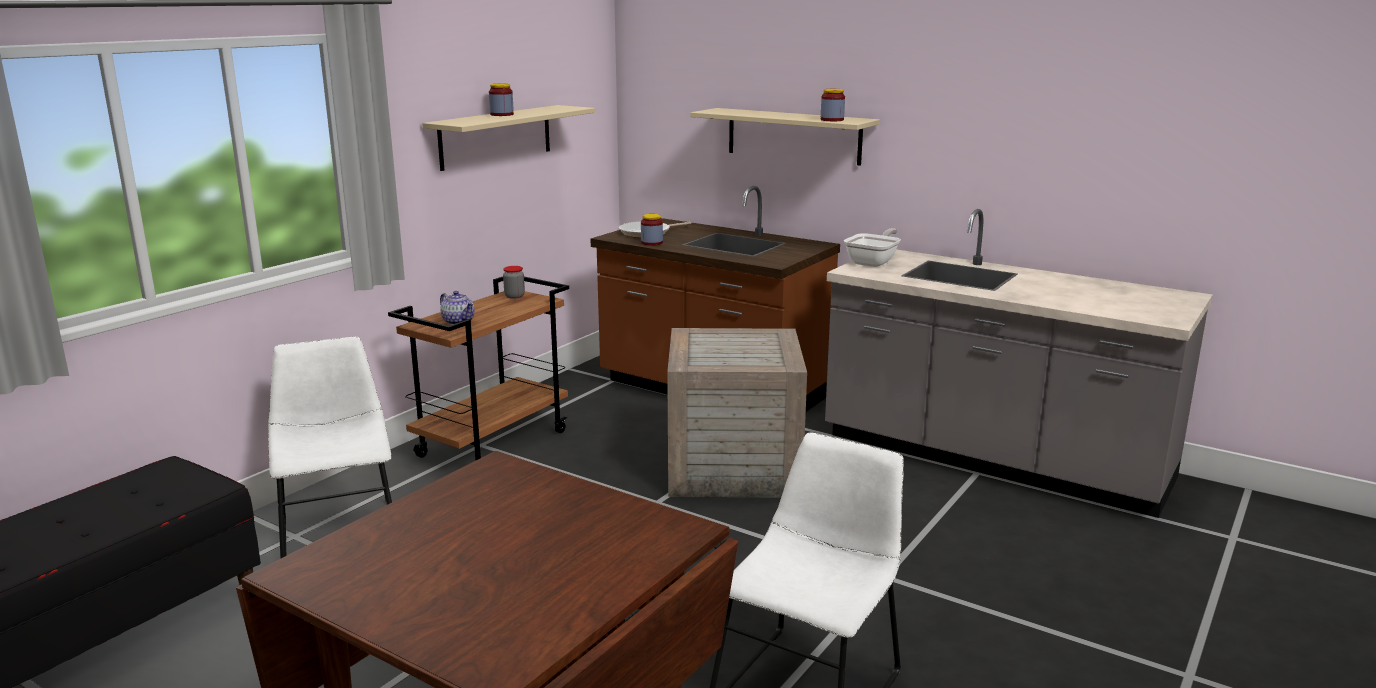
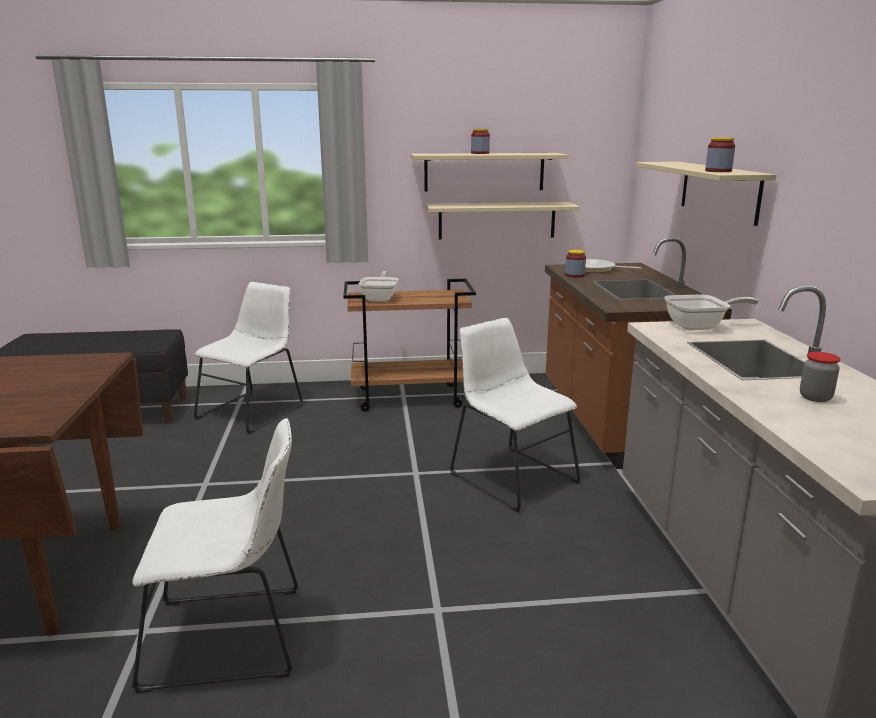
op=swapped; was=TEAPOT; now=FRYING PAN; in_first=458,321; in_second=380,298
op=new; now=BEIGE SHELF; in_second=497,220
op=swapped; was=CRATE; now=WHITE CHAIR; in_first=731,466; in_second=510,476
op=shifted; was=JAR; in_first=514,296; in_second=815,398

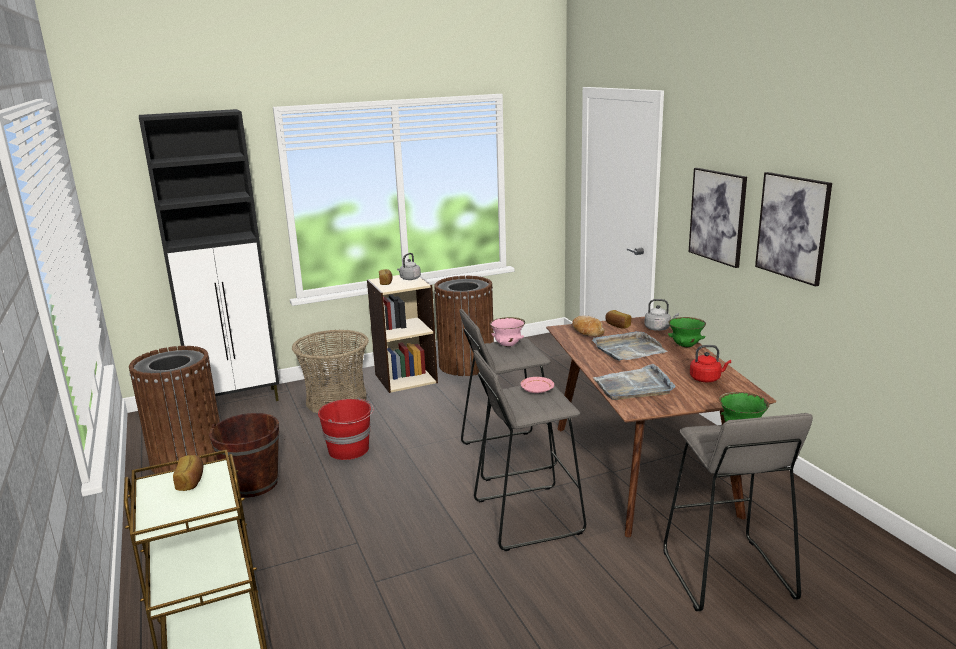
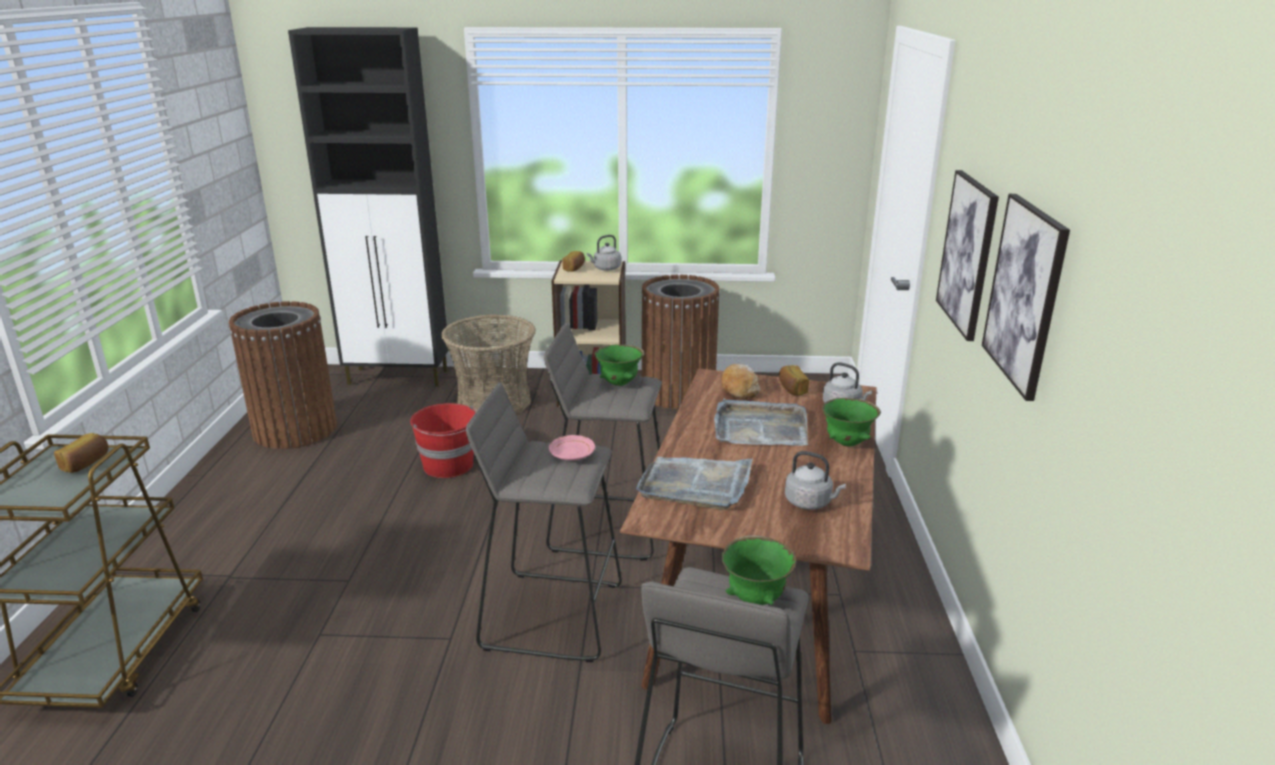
op=repainted; was=PINK BOWL; now=GREEN BOWL; in_first=508,345; in_second=619,383
op=repainted; was=RED KETTLE; now=GREY KETTLE; in_first=706,379; in_second=810,502
op=gone; was=BROWN BUCKET; in_first=253,484

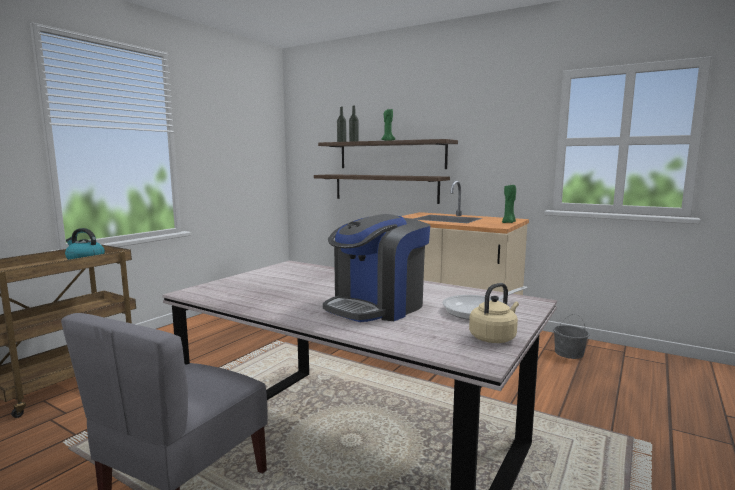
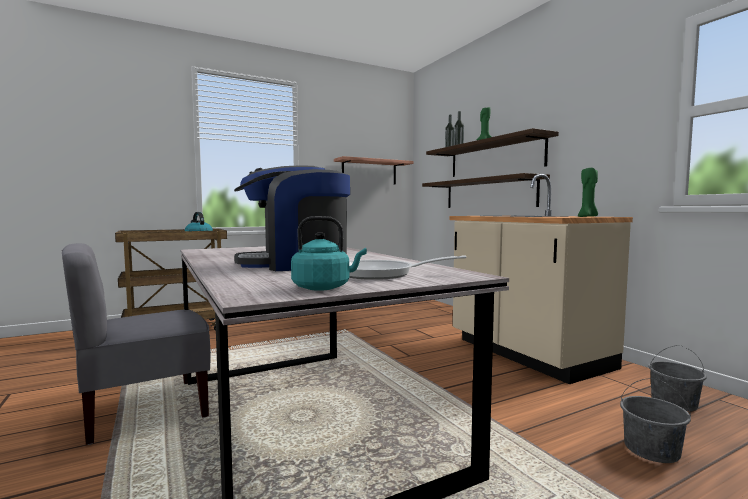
op=repainted; was=BEIGE KETTLE; now=TURQUOISE KETTLE; in_first=494,338; in_second=324,287
op=new; now=SHELF; in_second=369,172
op=new; now=GREY BUCKET; in_second=652,450

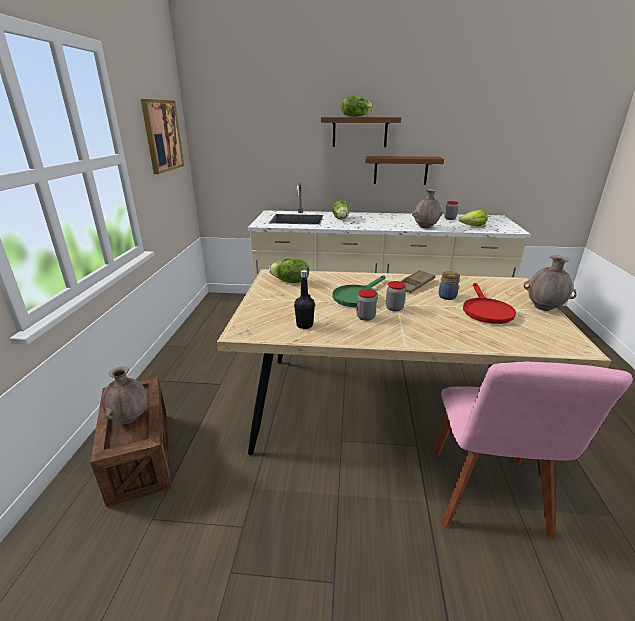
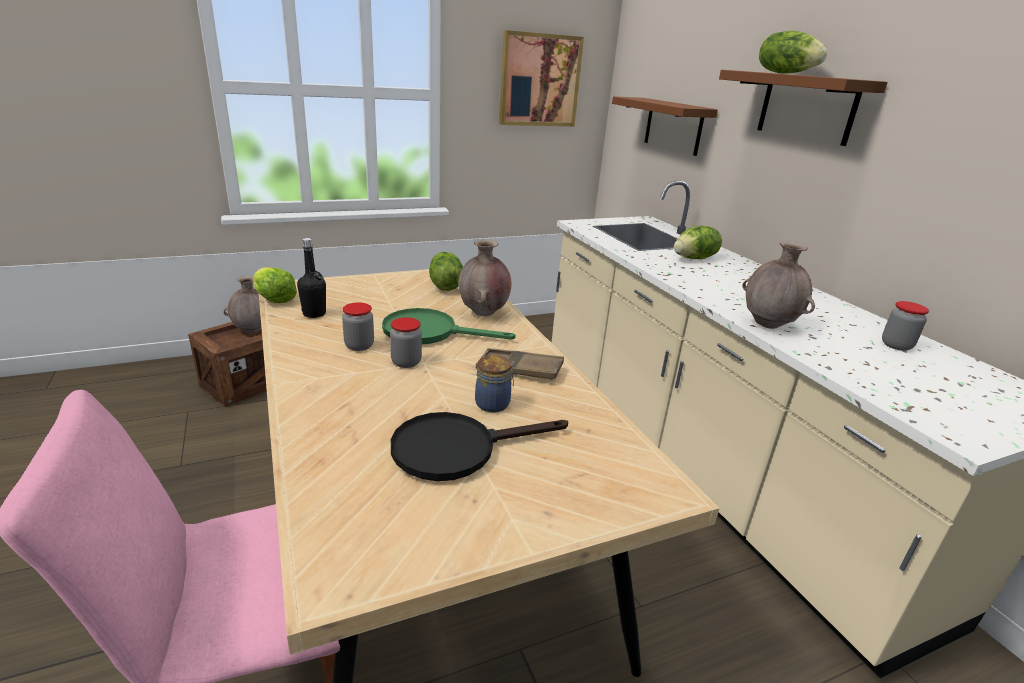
op=shifted; was=LETTUCE; in_first=473,226; in_second=273,298
op=repainted; was=RED FRYING PAN; now=BLACK FRYING PAN; in_first=485,310; in_second=457,448
op=shifted; was=BROWN VASE; in_first=544,308; in_second=483,313
op=shifted; was=BROWN SHELF; in_first=400,170; in_second=673,126

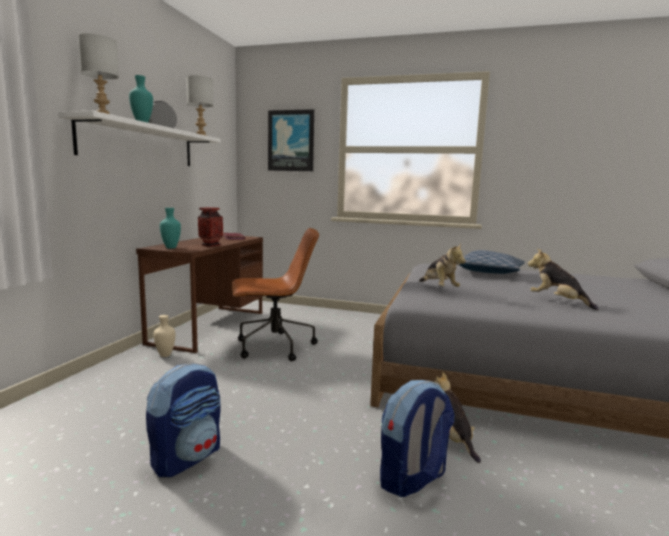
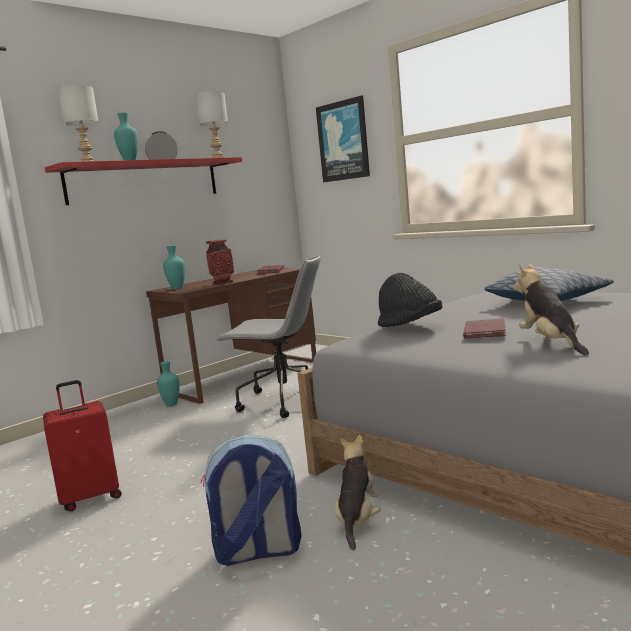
op=swapped; was=BACKPACK; now=RED SUITCASE; in_first=187,457; in_second=90,498
op=repainted; was=WHITE SHELF; now=RED SHELF; in_first=140,144; in_second=145,181
op=repainted; was=BEIGE VASE; now=TURQUOISE VASE; in_first=165,355; in_second=172,404
op=repainted; was=BROWN OFFICE CHAIR; now=GREY OFFICE CHAIR; in_first=273,347; in_second=283,401
op=swapped; was=PLUSH TOY; now=BLACK HAT; in_first=438,288; in_second=410,326
op=new; now=RED BOOK; in_second=485,332

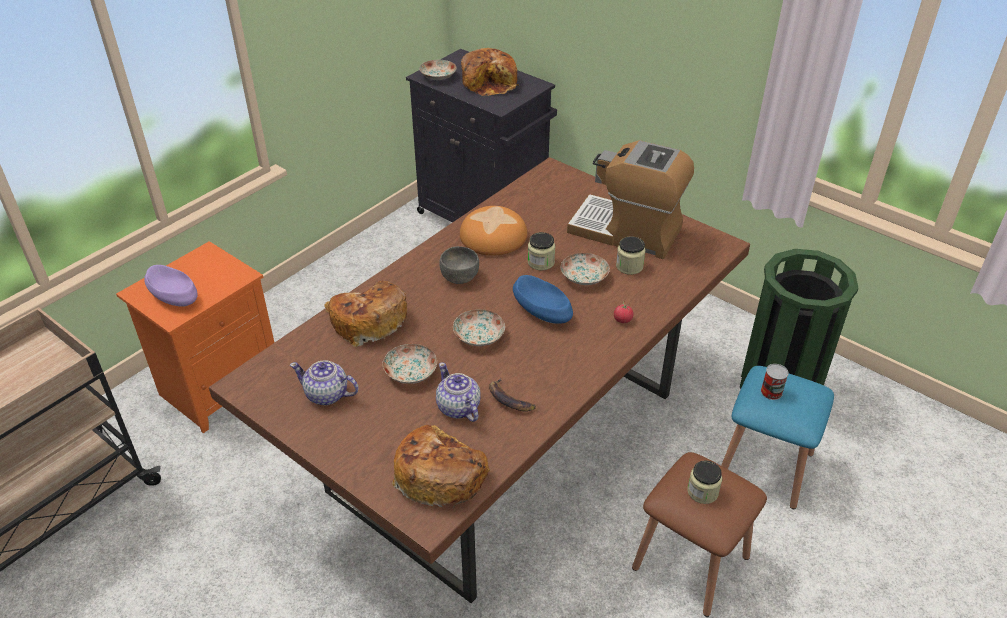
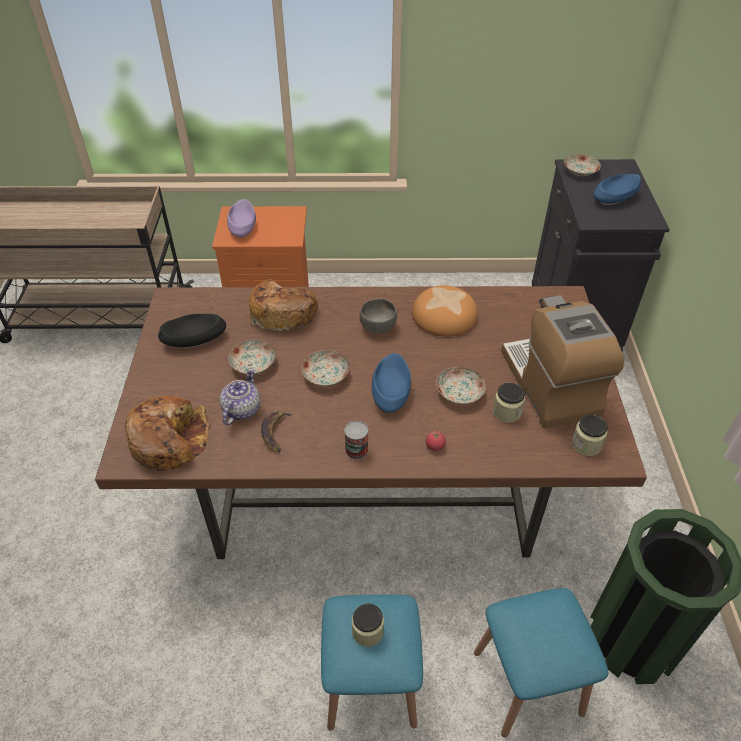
op=swapped; was=TEAPOT; now=BLACK BOWL; in_first=327,395; in_second=194,340
op=repainted; was=BROWN STOOL; now=BLUE STOOL; in_first=690,562; in_second=371,683
op=shifted; was=CAN; in_first=771,392; in_second=356,450
op=shifted; was=JAR; in_first=541,262; in_second=586,444
op=swapped; was=BREAD; now=BLUE BOWL; in_first=490,82; in_second=614,198

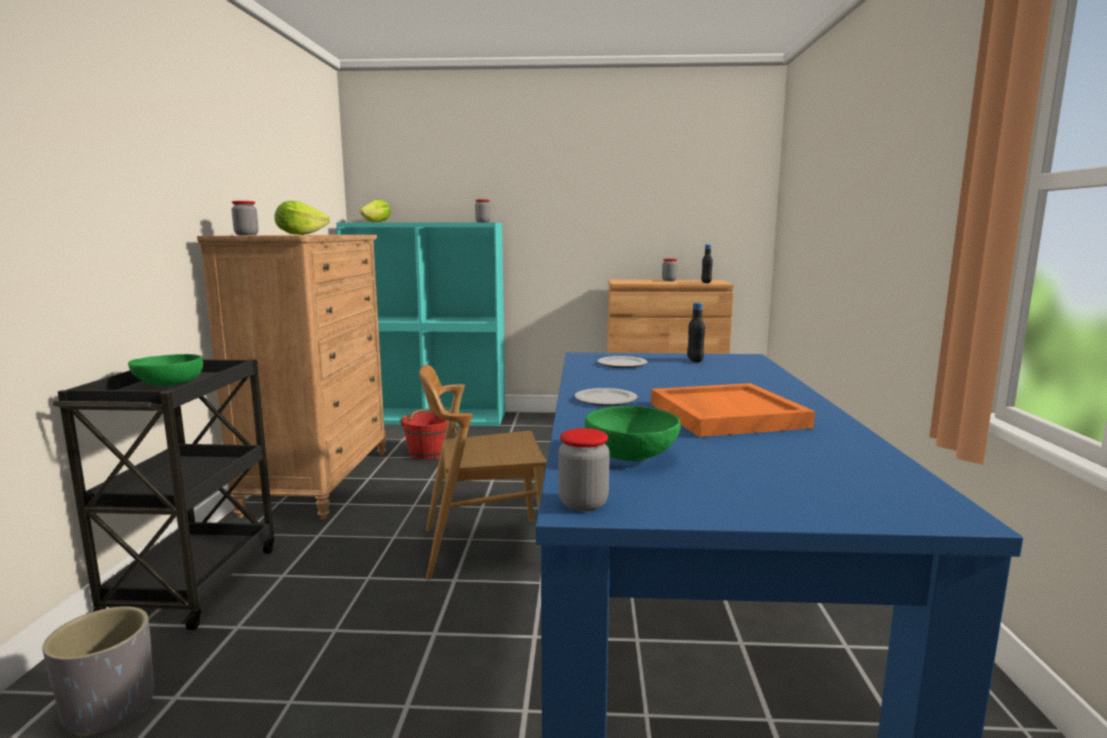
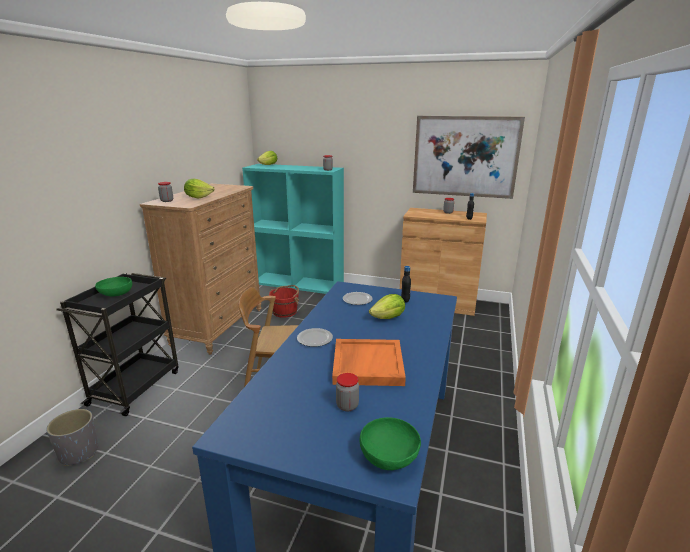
op=shifted; was=JAR; in_first=583,503; in_second=347,406
op=shifted; was=GREEN BOWL; in_first=632,456; in_second=389,457
op=new; now=LETTUCE; in_second=388,318
op=new; now=PICTURE; in_second=465,157

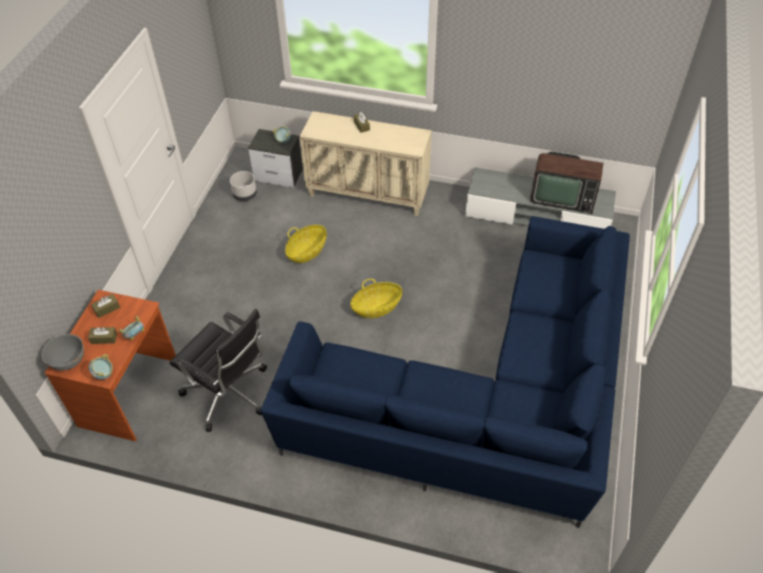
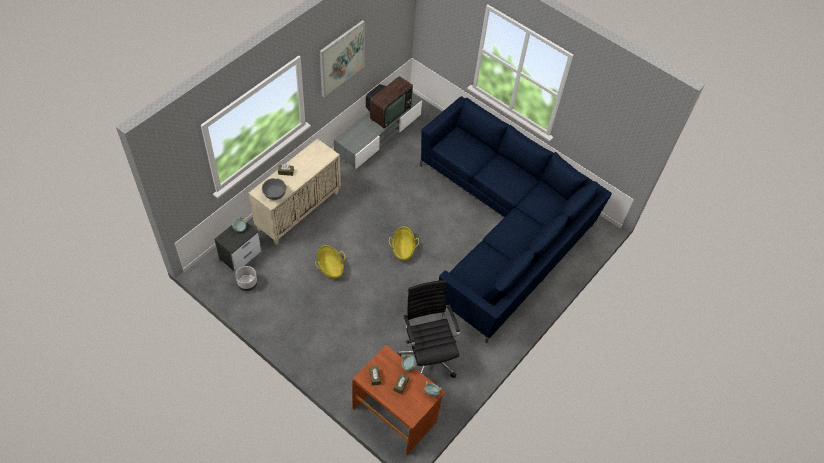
op=shifted; was=GREY BOWL; in_first=68,360; in_second=275,194
op=new; now=PICTURE; in_second=341,58
op=rotated; was=BLACK OFFICE CHAIR; in_first=229,394; in_second=427,355; clockwise=-75

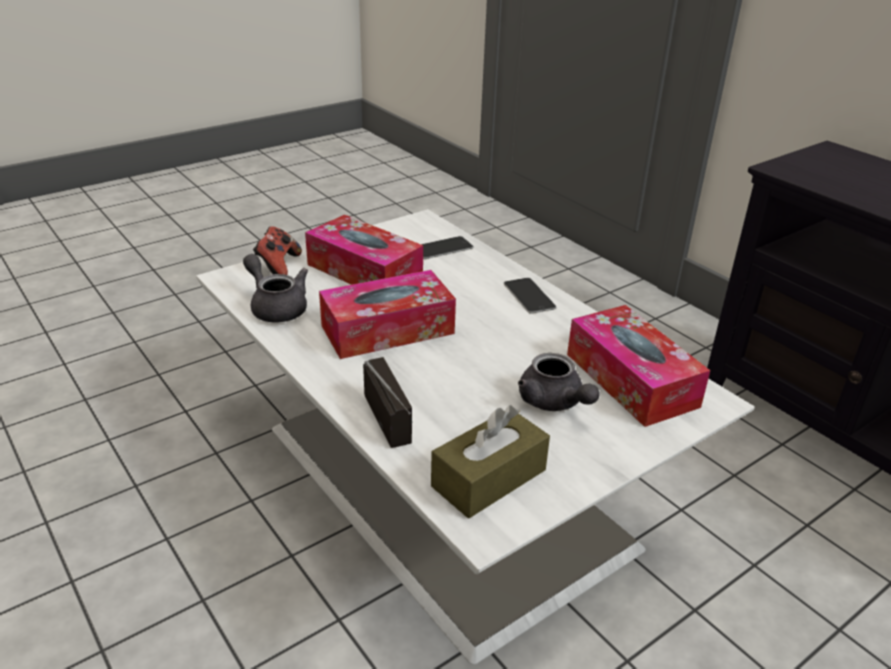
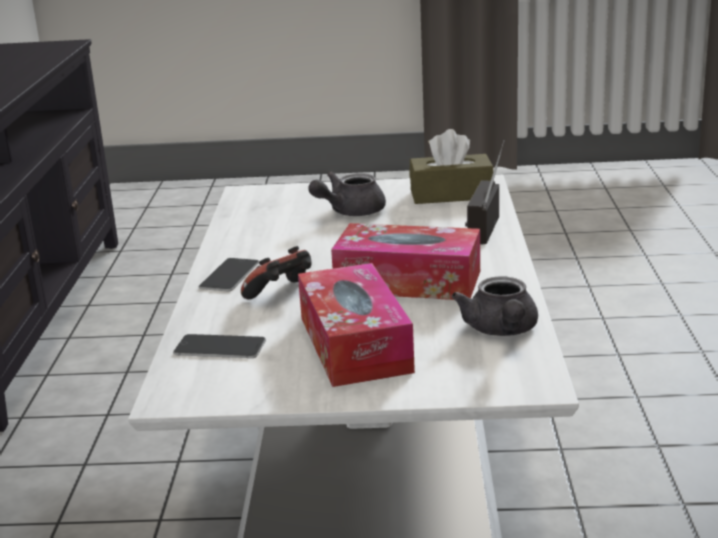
op=shifted; was=GAME CONTROLLER; in_first=278,266; in_second=281,294
op=rotated; was=GREY TEAPOT; in_first=554,402; in_second=350,212; clockwise=-135
op=gone; was=TISSUE BOX; in_first=631,380

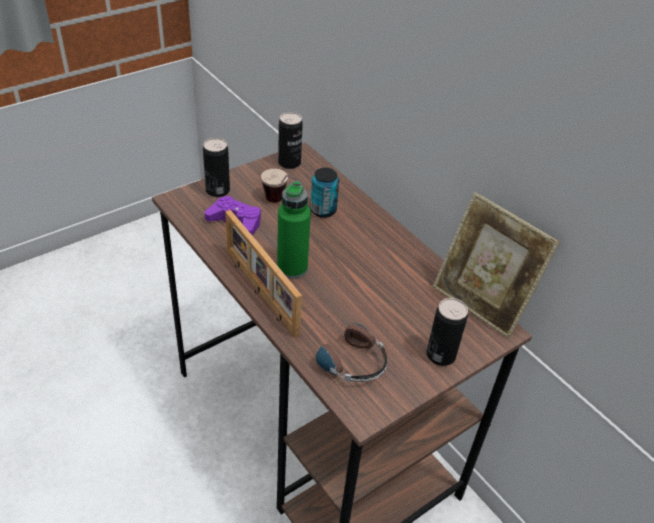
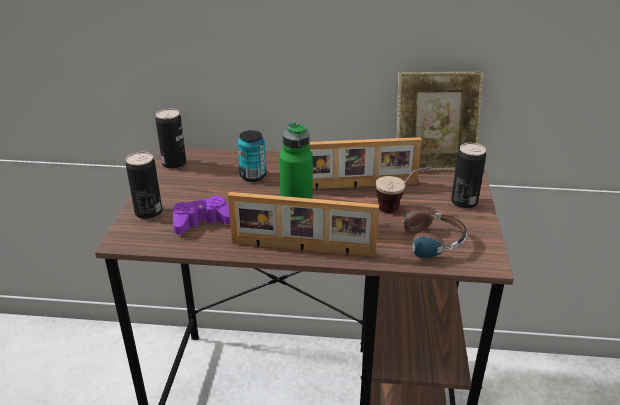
op=new; now=PICTURE FRAME; in_second=355,186
op=shifted; was=CUP; in_first=280,203; in_second=400,208

